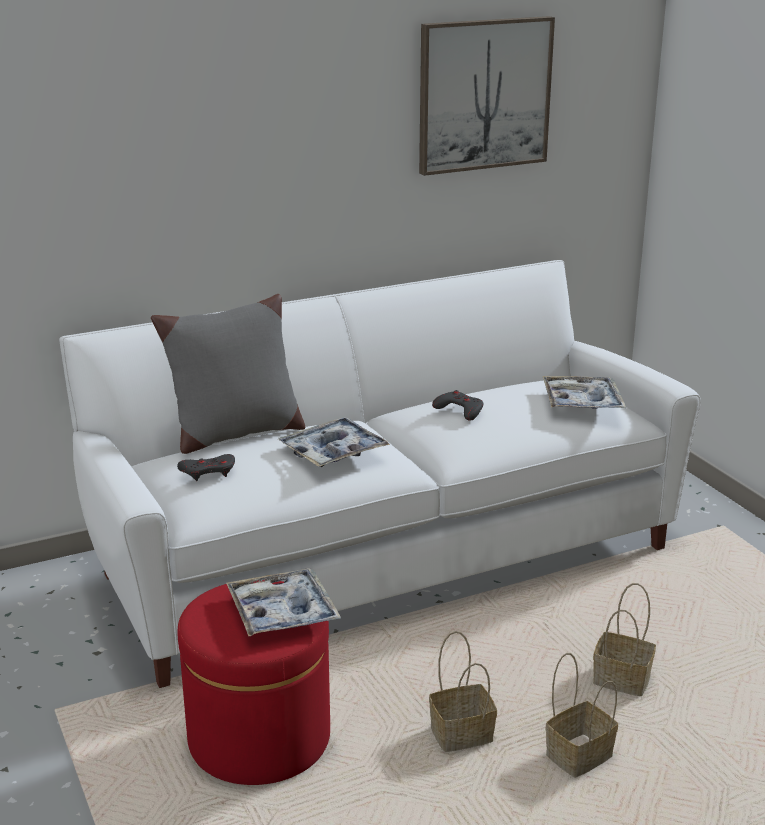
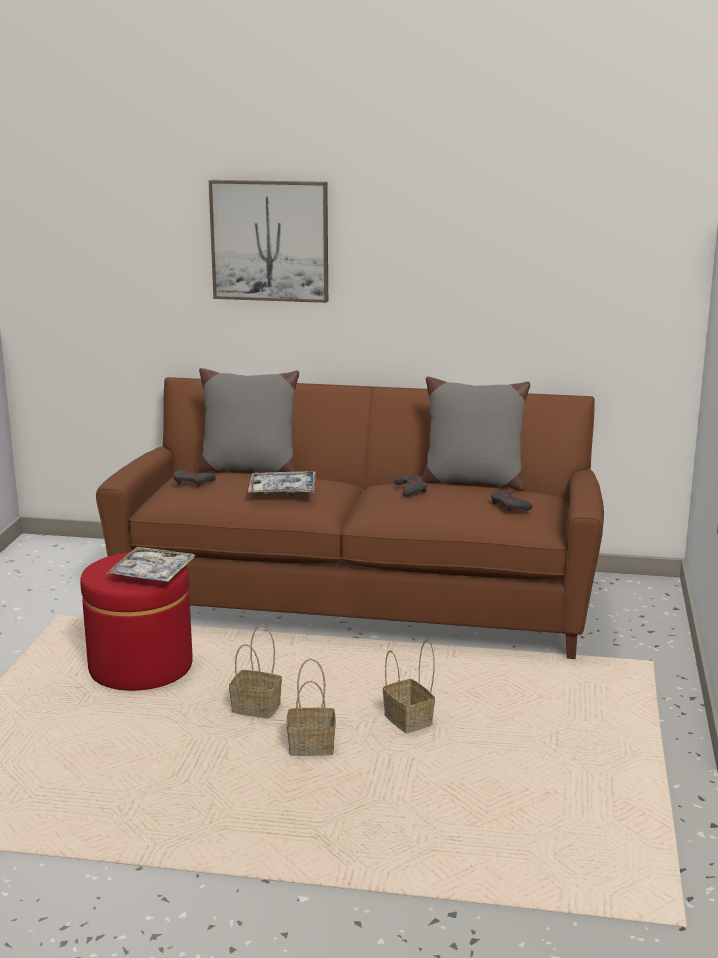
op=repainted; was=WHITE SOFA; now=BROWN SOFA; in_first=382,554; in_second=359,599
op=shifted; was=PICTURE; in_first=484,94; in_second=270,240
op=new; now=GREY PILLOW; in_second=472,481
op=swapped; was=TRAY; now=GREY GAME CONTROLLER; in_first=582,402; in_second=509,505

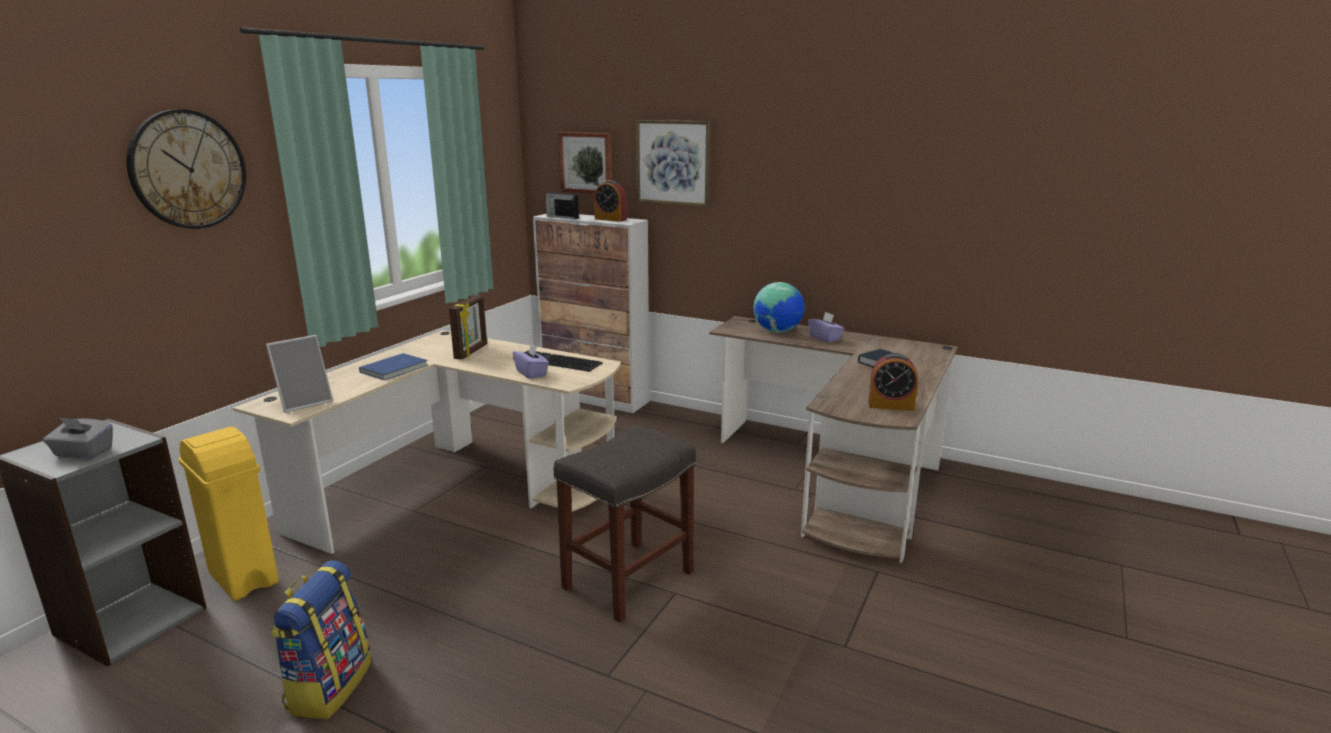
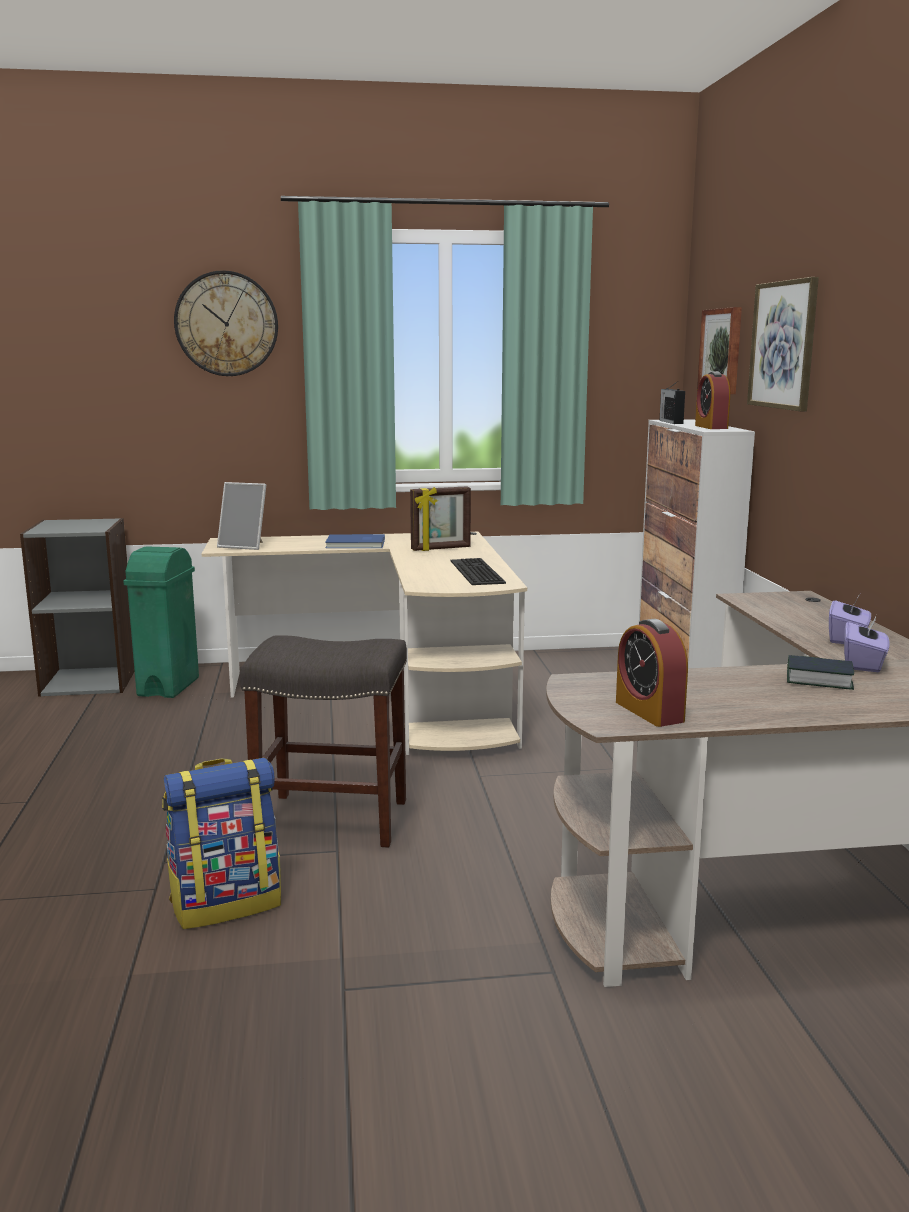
op=repainted; was=YELLOW TRASH CAN; now=GREEN TRASH CAN; in_first=243,578; in_second=168,687
op=shifted; was=BACKPACK; in_first=328,686; in_second=226,903
op=shifted; was=PURPLE TISSUE BOX; in_first=531,373; in_second=863,664
op=gone; was=GREY TISSUE BOX; in_first=83,453
op=gone; was=GLOBE; in_first=778,331

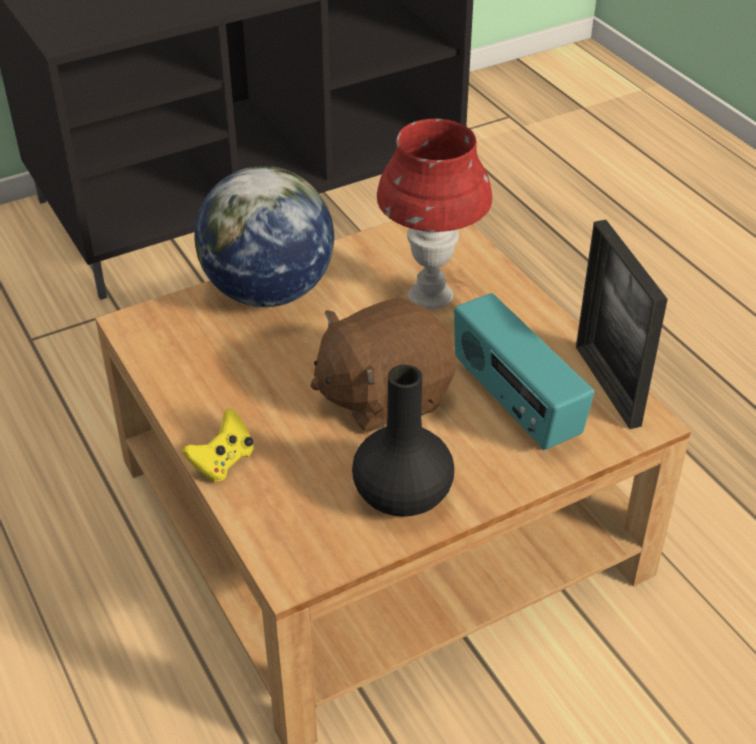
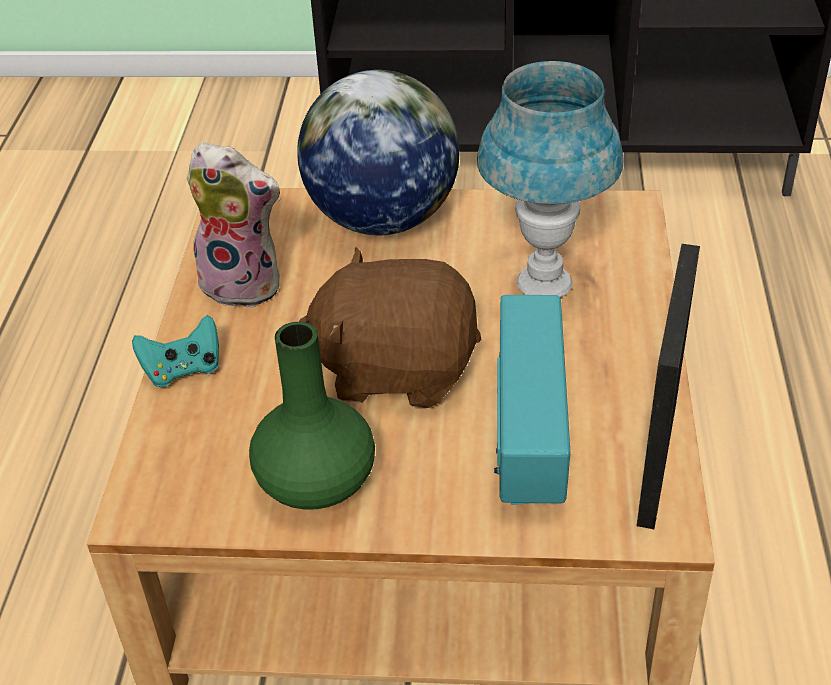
op=repainted; was=YELLOW GAME CONTROLLER; now=TURQUOISE GAME CONTROLLER; in_first=222,462; in_second=183,370
op=new; now=PLUSH TOY; in_second=245,283
op=repainted; was=BLACK VASE; now=GREEN VASE; in_first=403,494; in_second=318,482
op=repainted; was=RED TABLE LAMP; now=BLUE TABLE LAMP; in_first=431,296; in_second=544,284

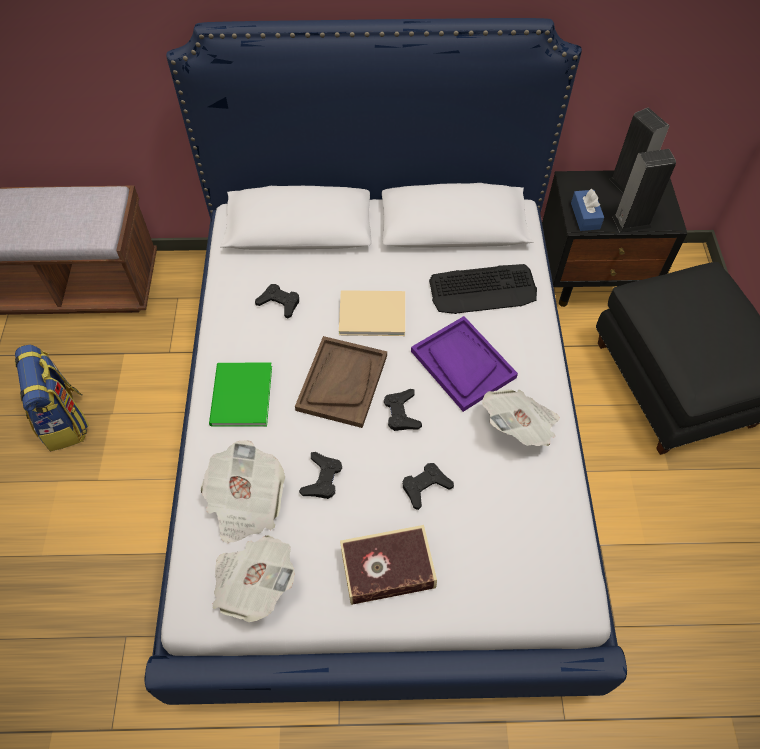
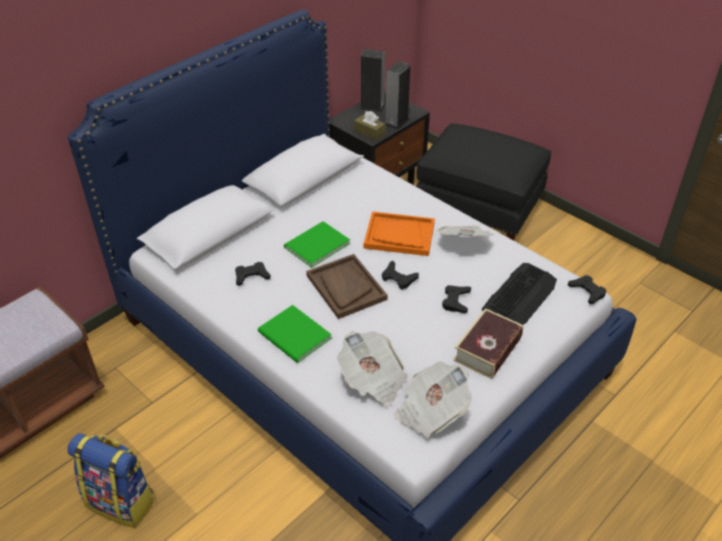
op=repainted; was=BEIGE BOOK; now=GREEN BOOK; in_first=370,313; in_second=314,245
op=repainted; was=BLUE TISSUE BOX; now=BROWN TISSUE BOX; in_first=585,216; in_second=369,132
op=repainted; was=PURPLE TRAY; now=ORANGE TRAY; in_first=462,364; in_second=399,235
op=shifted; was=KEYBOARD; in_first=483,289; in_second=520,296
op=shifted; was=BLACK GAME CONTROLLER; in_first=322,478; in_second=587,292

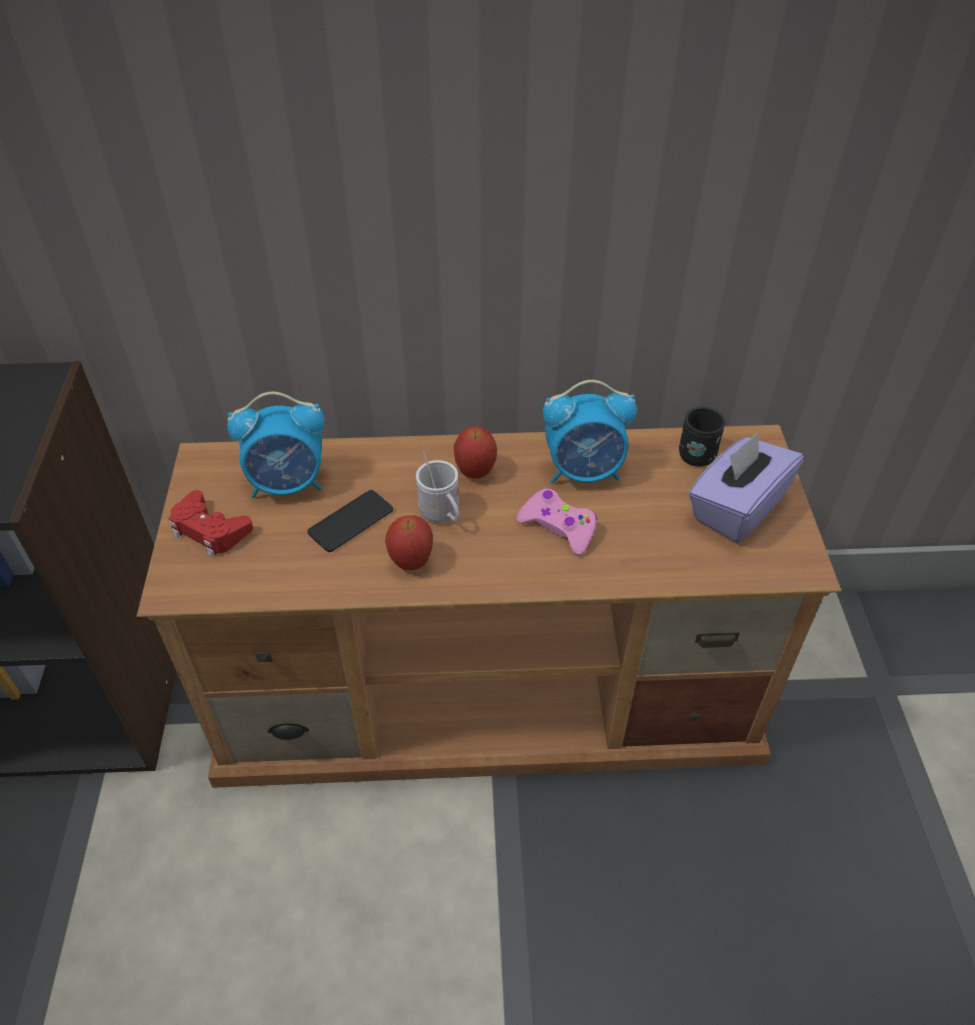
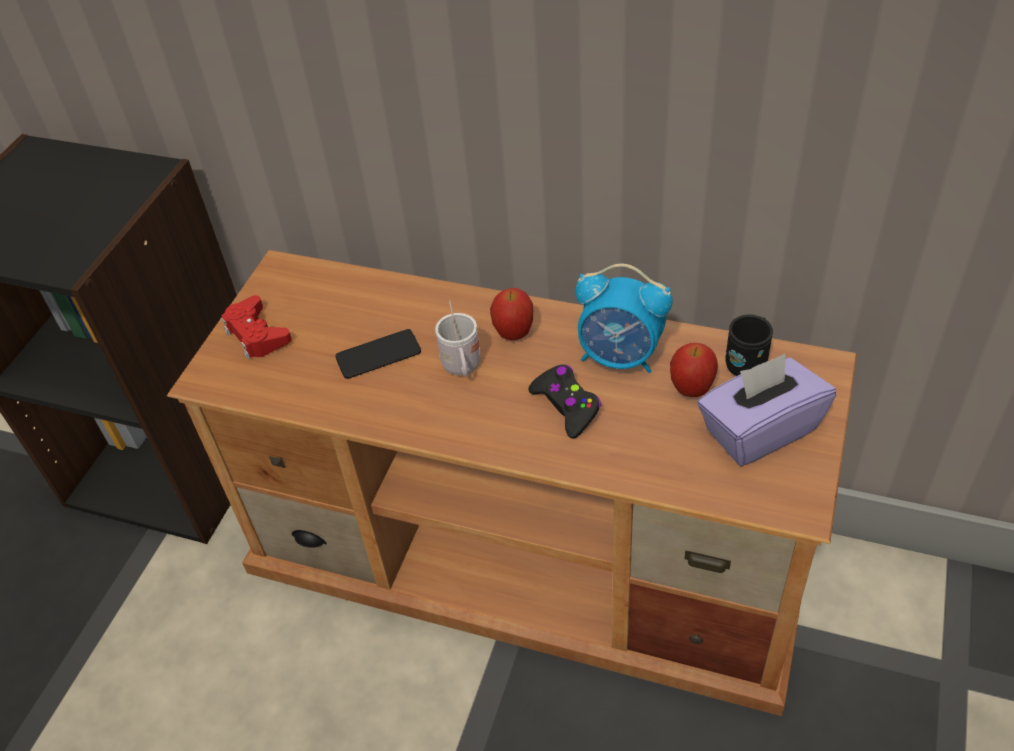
op=repainted; was=PINK GAME CONTROLLER; now=BLACK GAME CONTROLLER; in_first=558,527; in_second=566,406
op=shifted; was=APPLE; in_first=411,562; in_second=691,390
op=gone; was=ALARM CLOCK; in_first=288,484

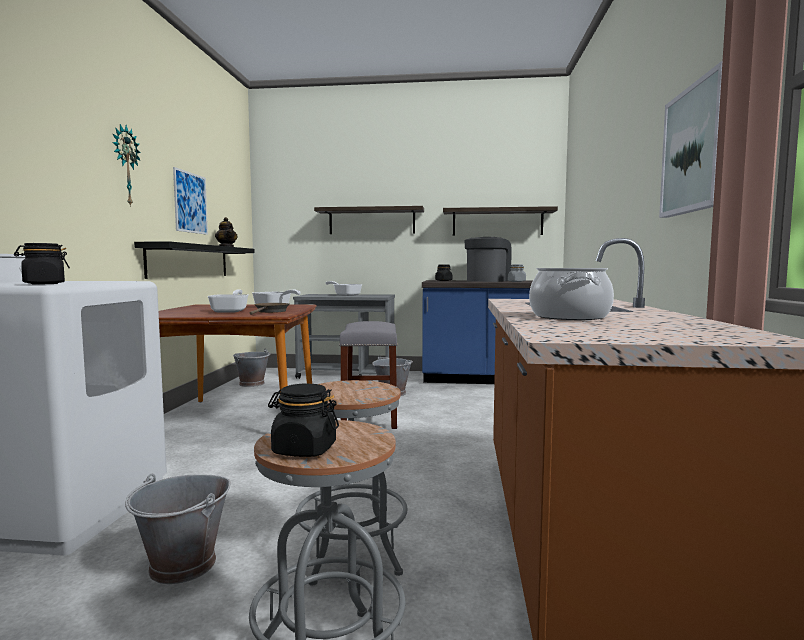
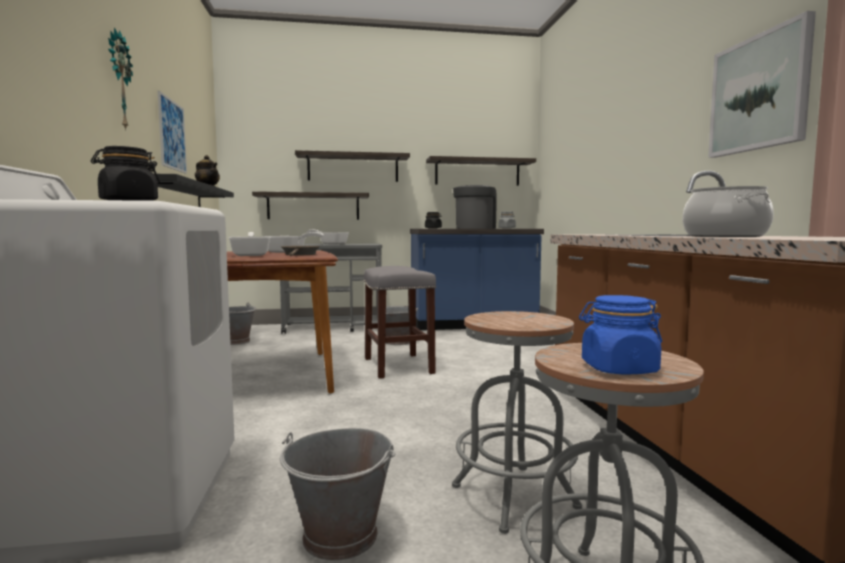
op=new; now=SHELF; in_second=313,206
op=repainted; was=BLACK JAR; now=BLUE JAR; in_first=304,450; in_second=618,369

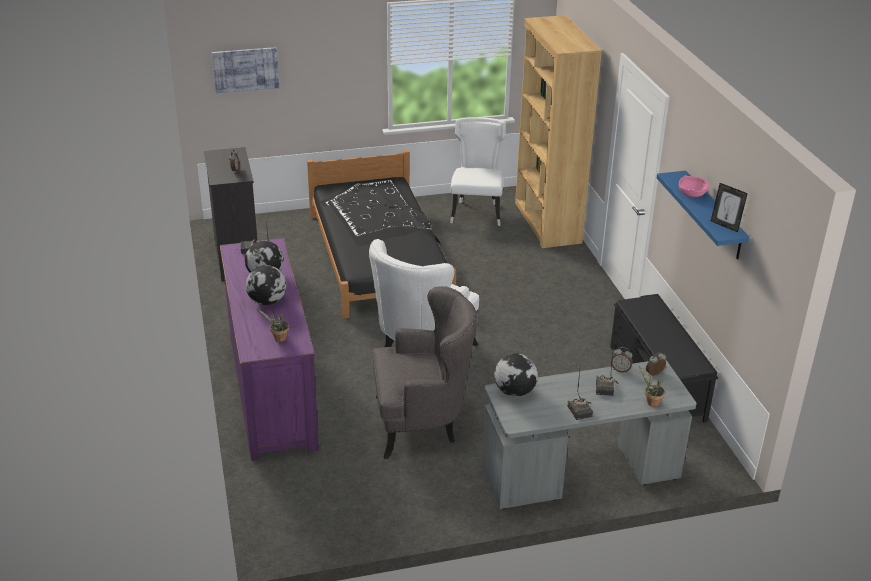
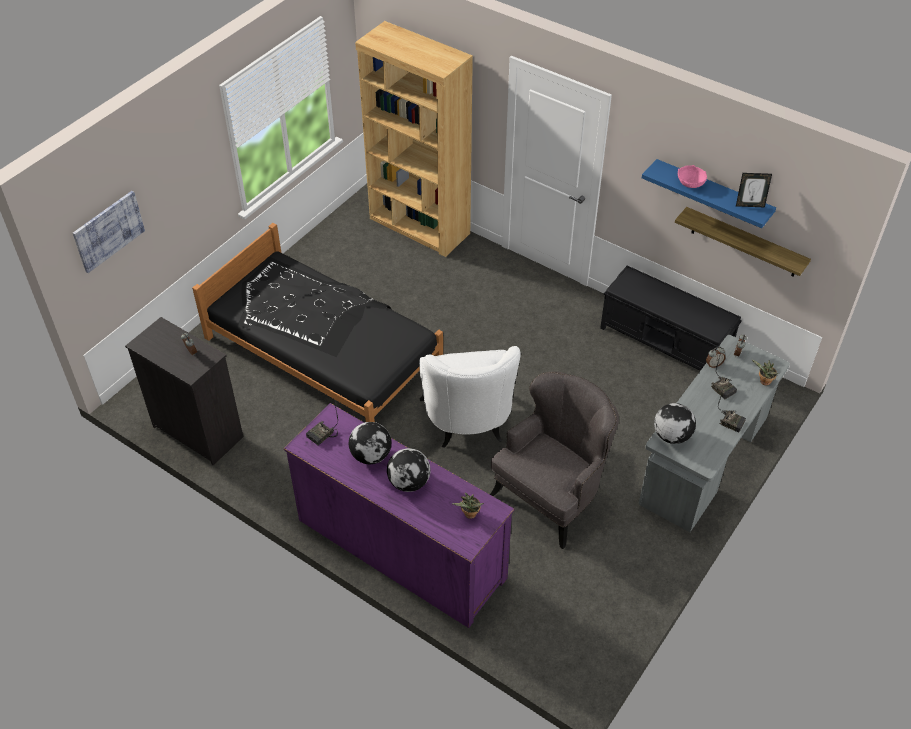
op=new; now=SHELF; in_second=744,243
op=gone; was=WHITE CHAIR; in_first=476,212

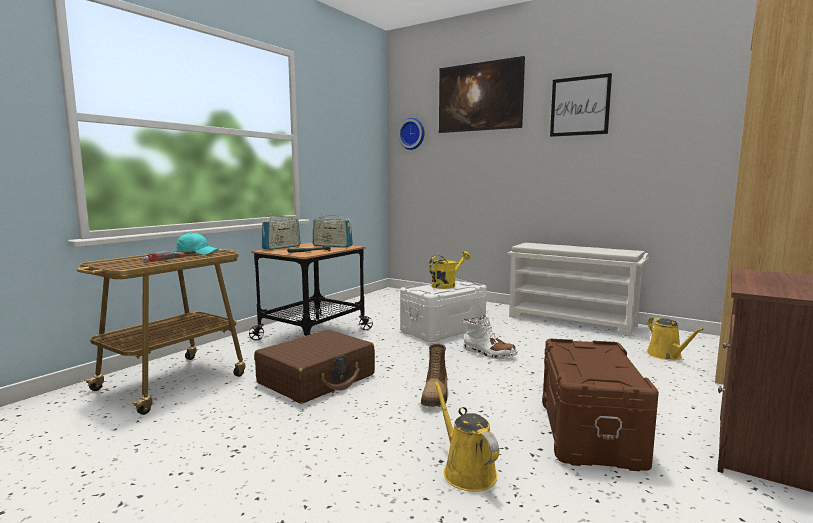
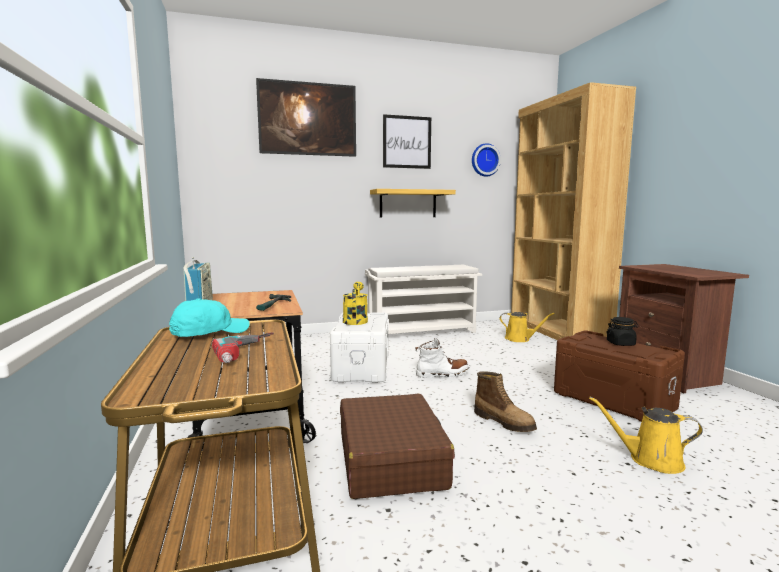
op=new; now=SHELF; in_second=408,203
op=shifted; was=WALL CLOCK; in_first=412,134; in_second=484,160
op=new; now=BLACK JAR; in_second=621,343
op=gone; was=RADIO; in_first=332,246

